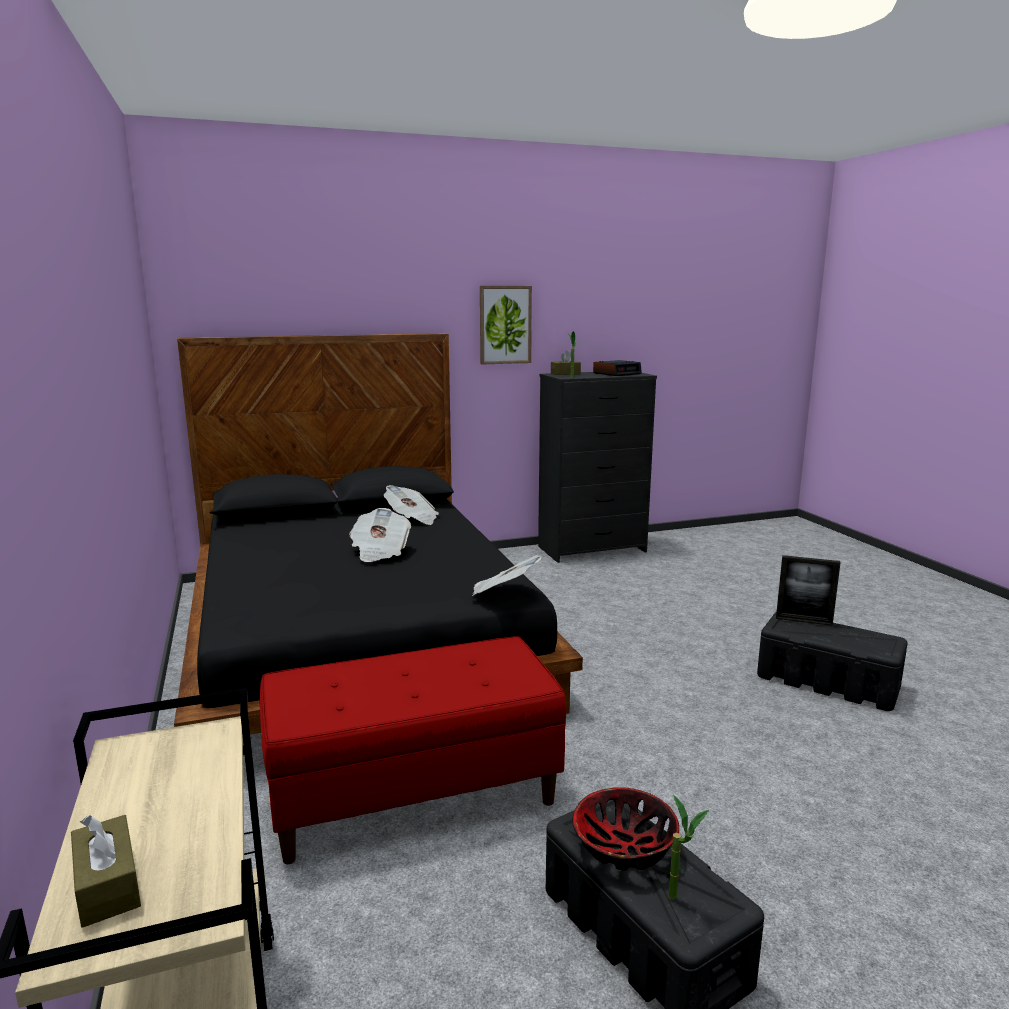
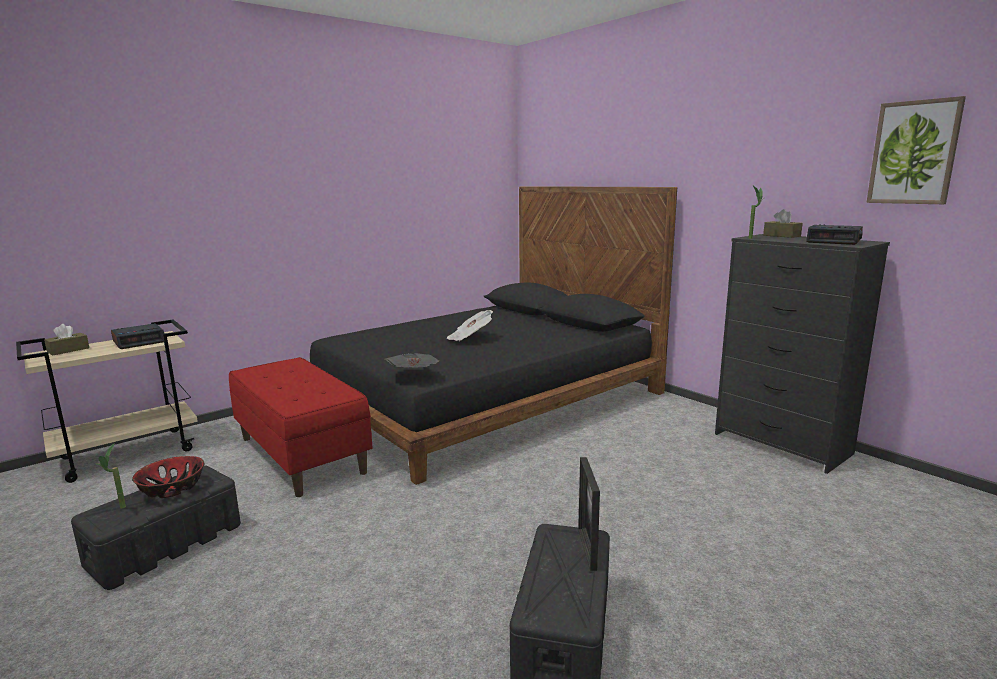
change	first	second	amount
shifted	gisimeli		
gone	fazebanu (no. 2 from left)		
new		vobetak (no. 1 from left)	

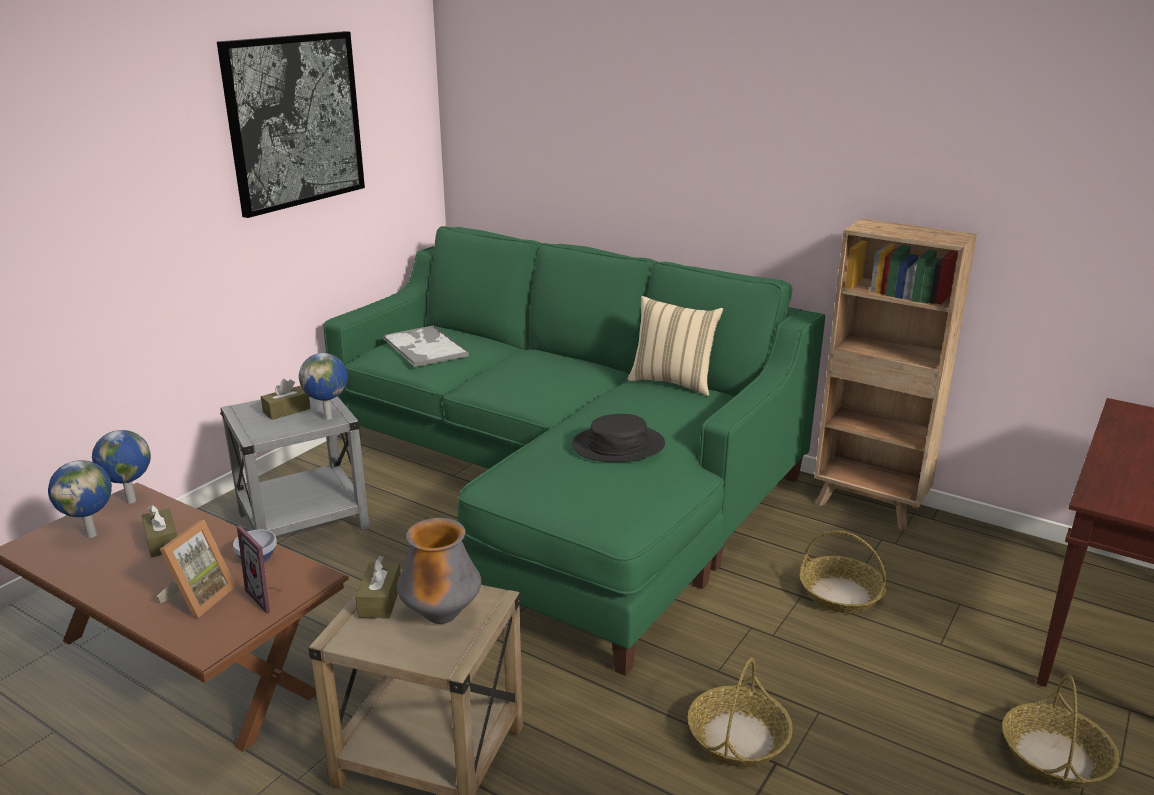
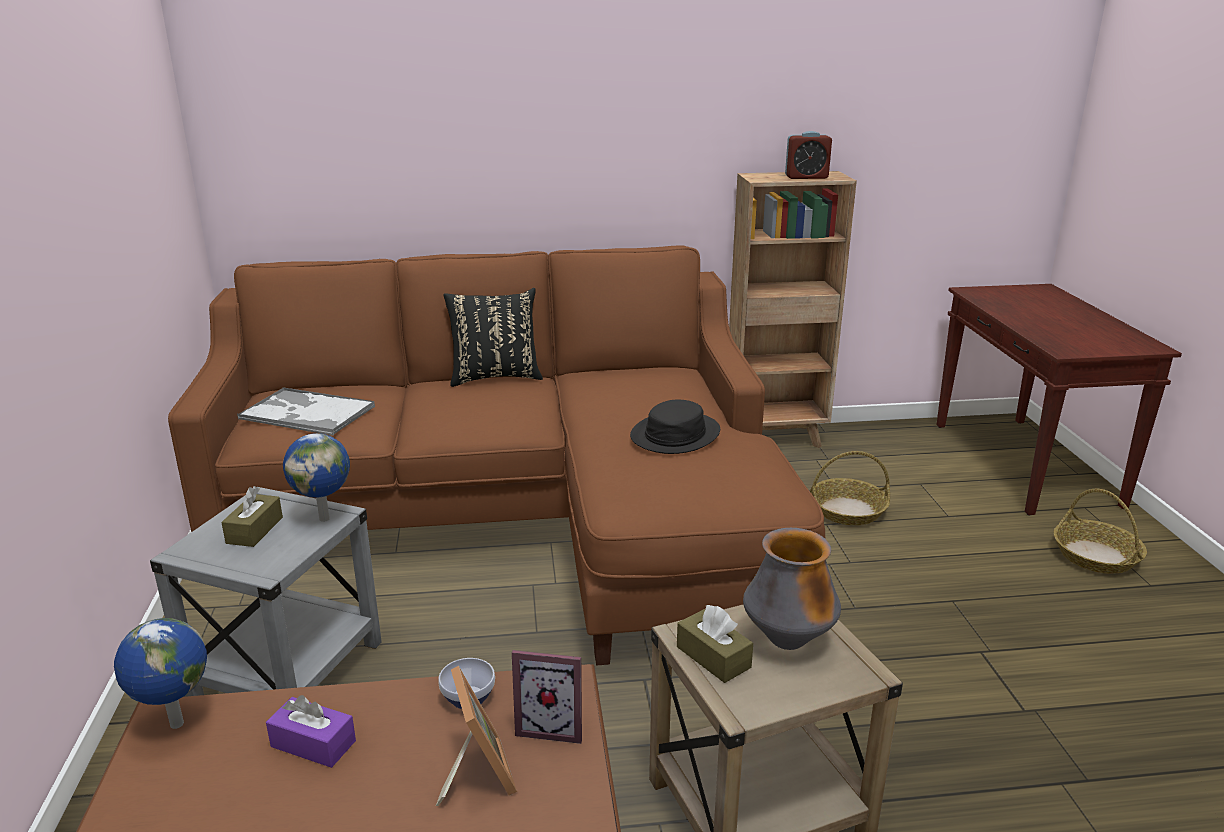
change	first	second	amount
gone	gisimeli		
repainted	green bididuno	brown bididuno	
gone	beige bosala		
gone	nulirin (no. 1 from left)		
repainted	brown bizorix (no. 1 from left)	purple bizorix	
gone	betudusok (no. 1 from left)		
new		vobetak	
new		black bosala	

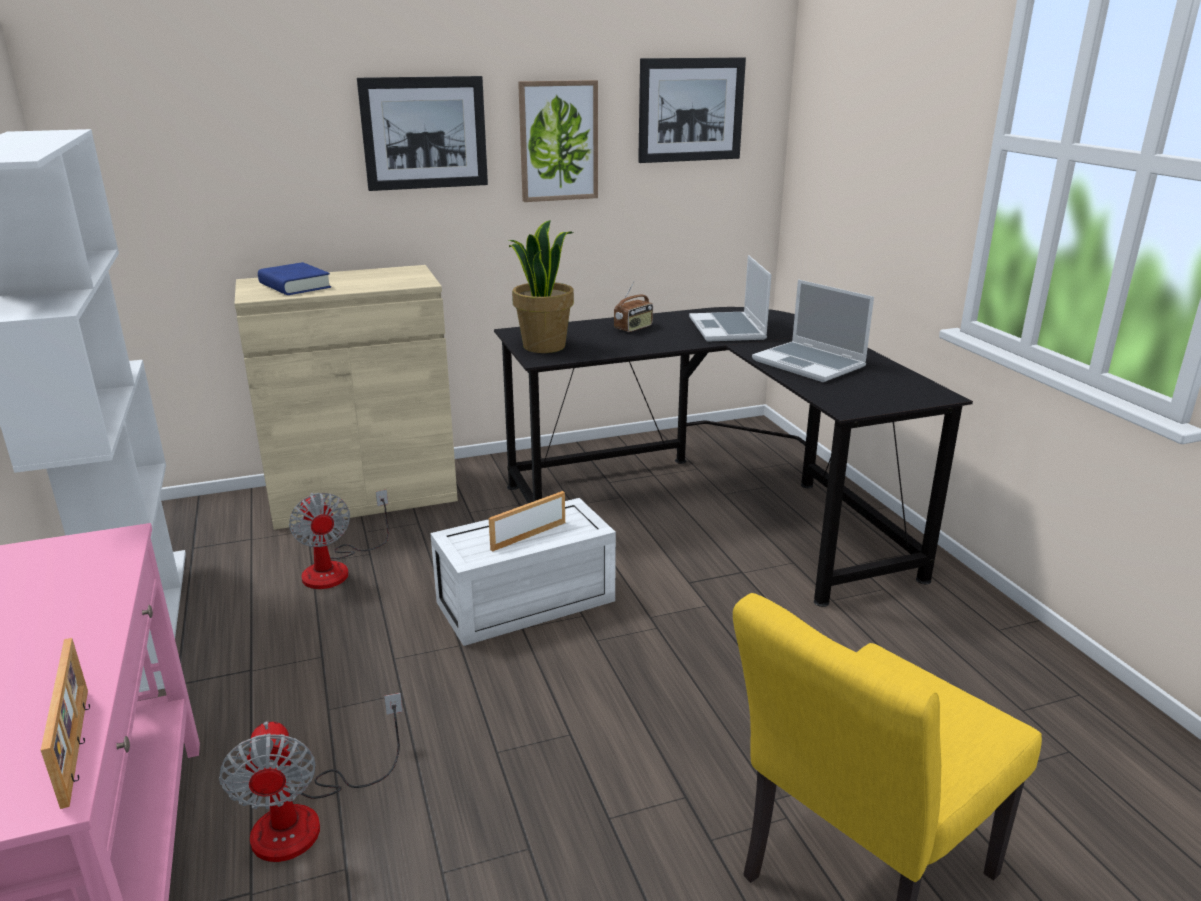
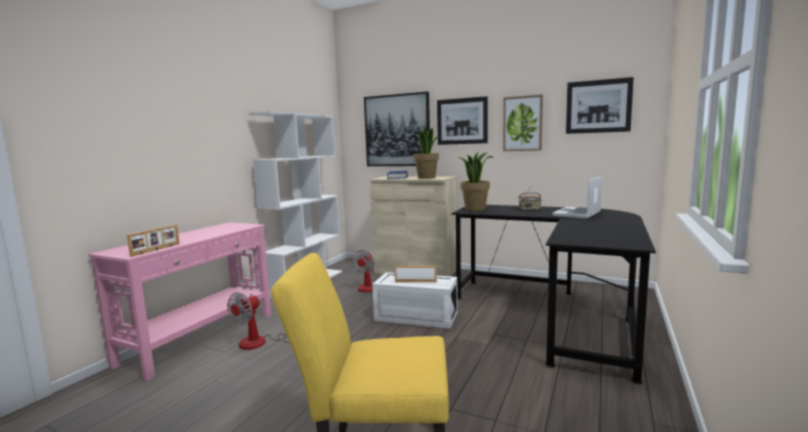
change	first	second	amount
gone	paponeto (no. 2 from left)		
new		gisimeli (no. 1 from left)	
new		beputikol (no. 1 from left)	

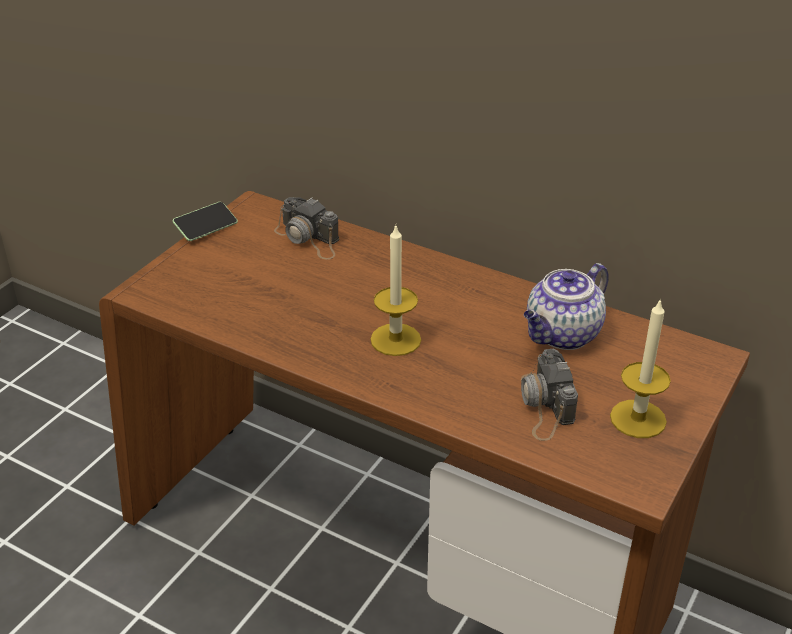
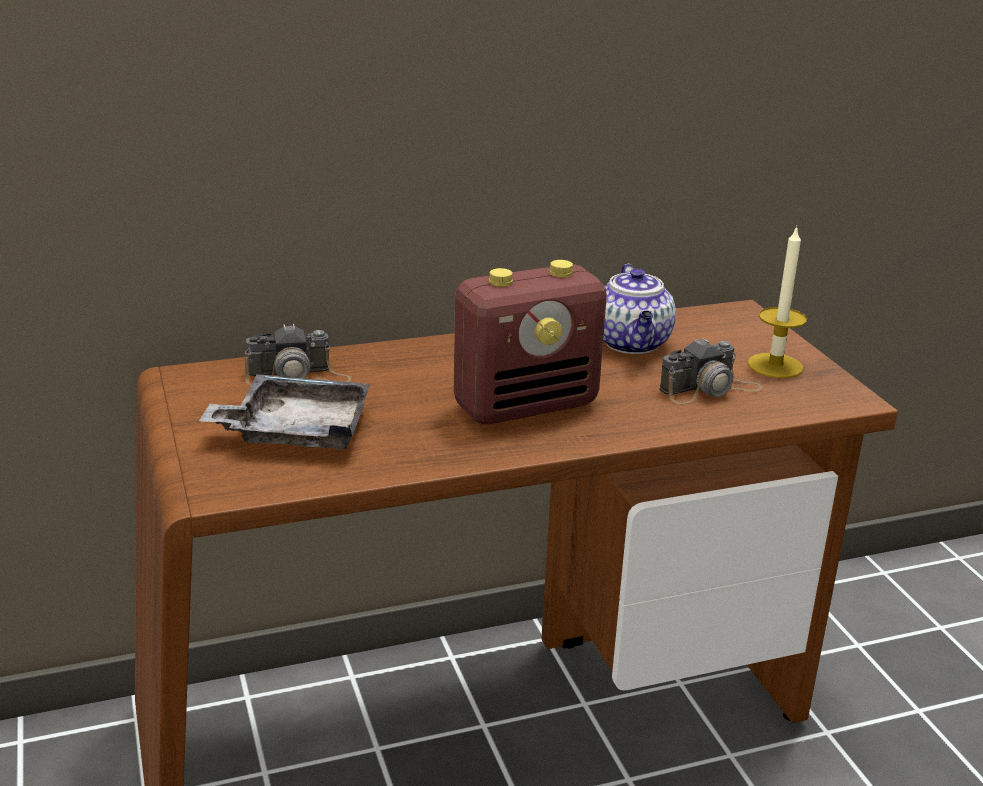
change	first	second	amount
gone	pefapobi		
swapped	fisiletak (no. 1 from left)	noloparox	
rotated	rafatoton (no. 2 from left)		60 degrees counterclockwise
new		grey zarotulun	

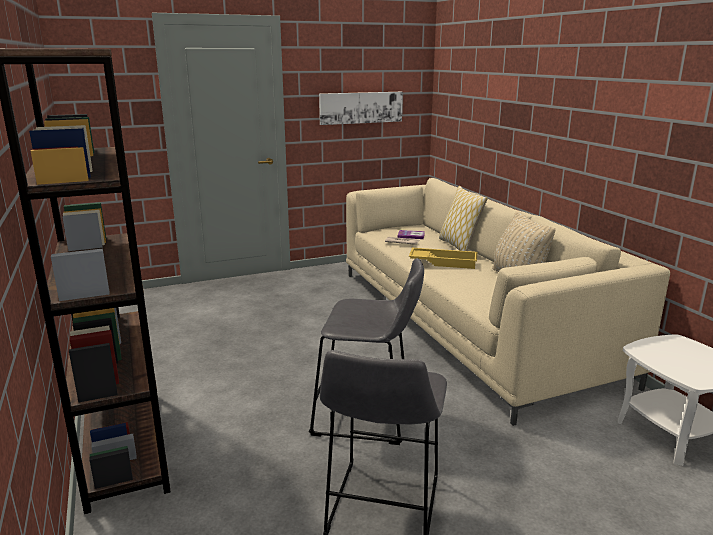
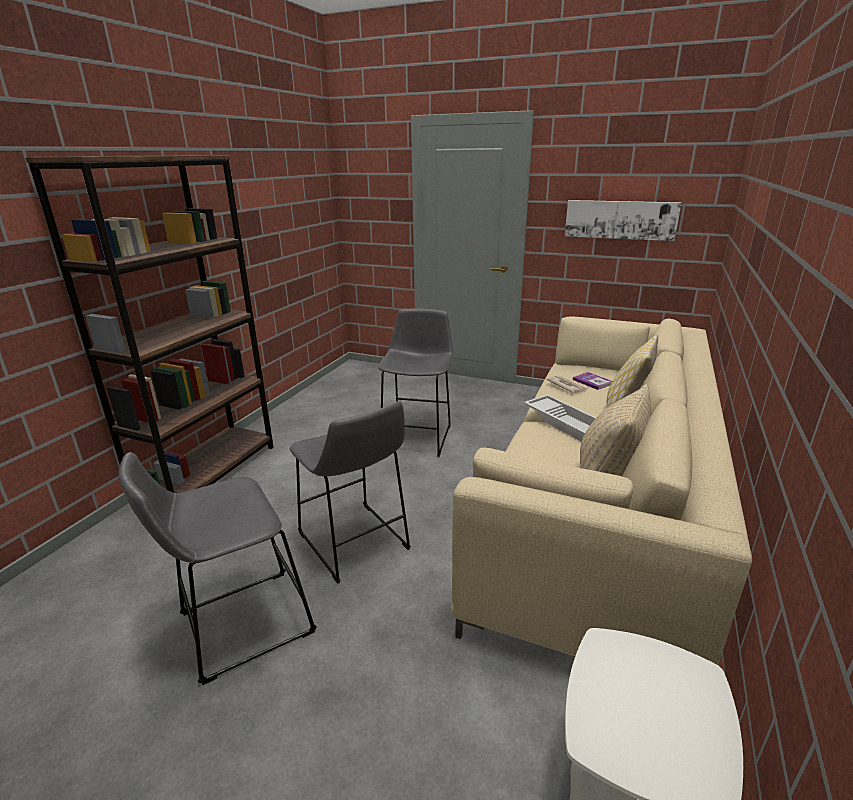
change	first	second	amount
repainted	yellow zarotulun	white zarotulun	
new		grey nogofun (no. 3 from left)	

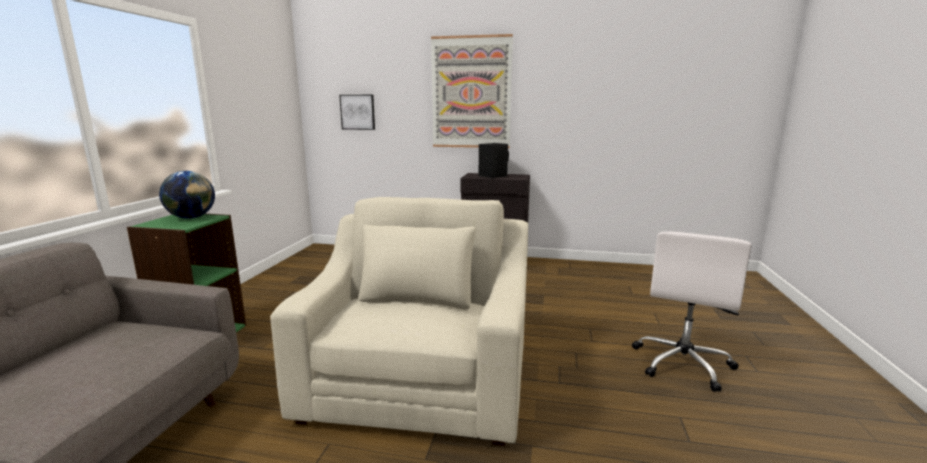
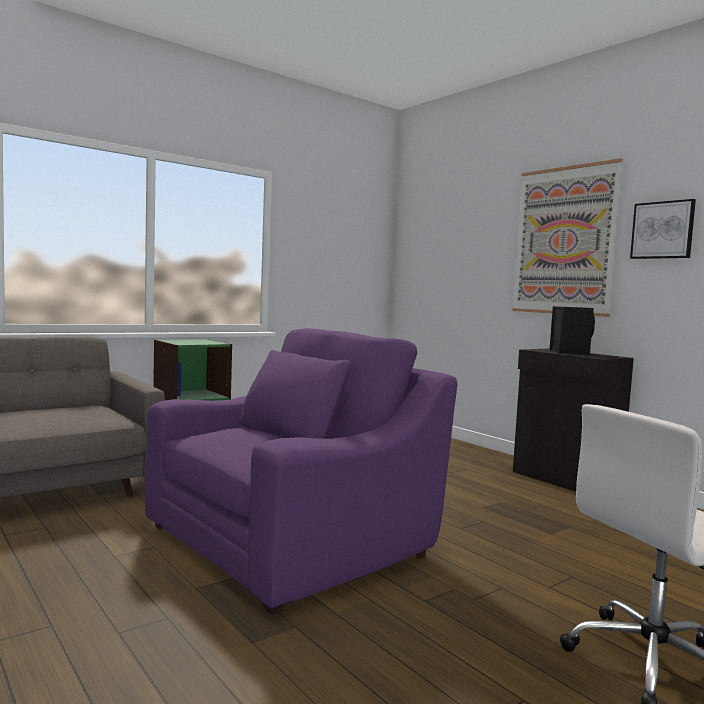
change	first	second	amount
shifted	gisimeli (no. 1 from left in the first image)	gisimeli (no. 2 from left)	
gone	nulirin		
repainted	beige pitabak	purple pitabak	

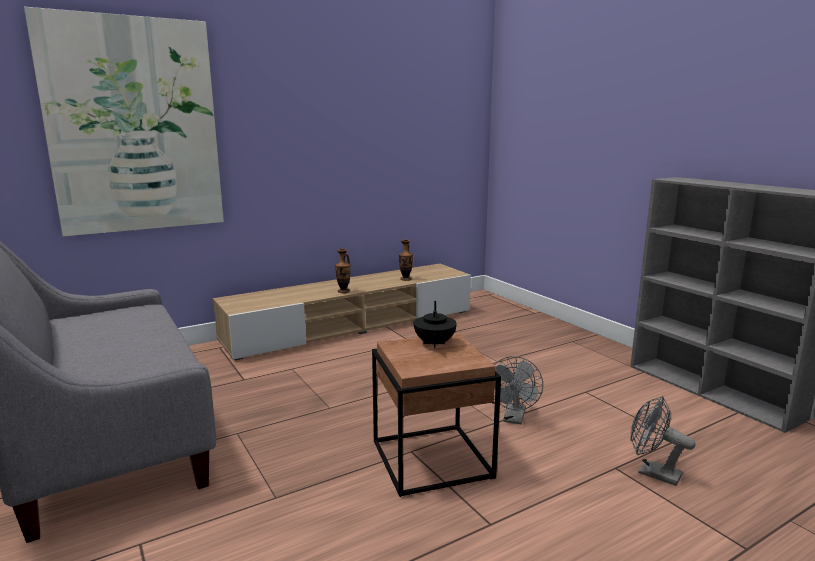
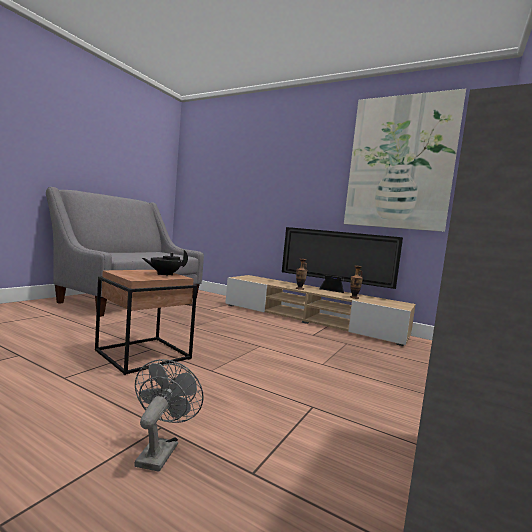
change	first	second	amount
shifted	gisimeli		
gone	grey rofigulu (no. 1 from left)		
new		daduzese	

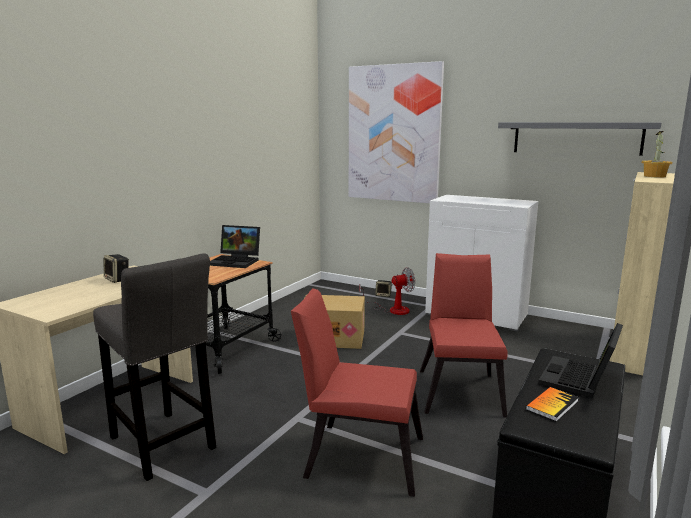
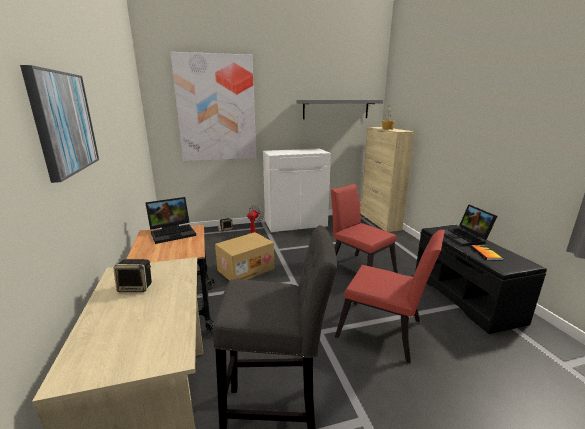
change	first	second	amount
rotated	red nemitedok (no. 1 from left in the first image)	red nemitedok (no. 2 from left)	120 degrees counterclockwise
new		gisimeli (no. 1 from left)	

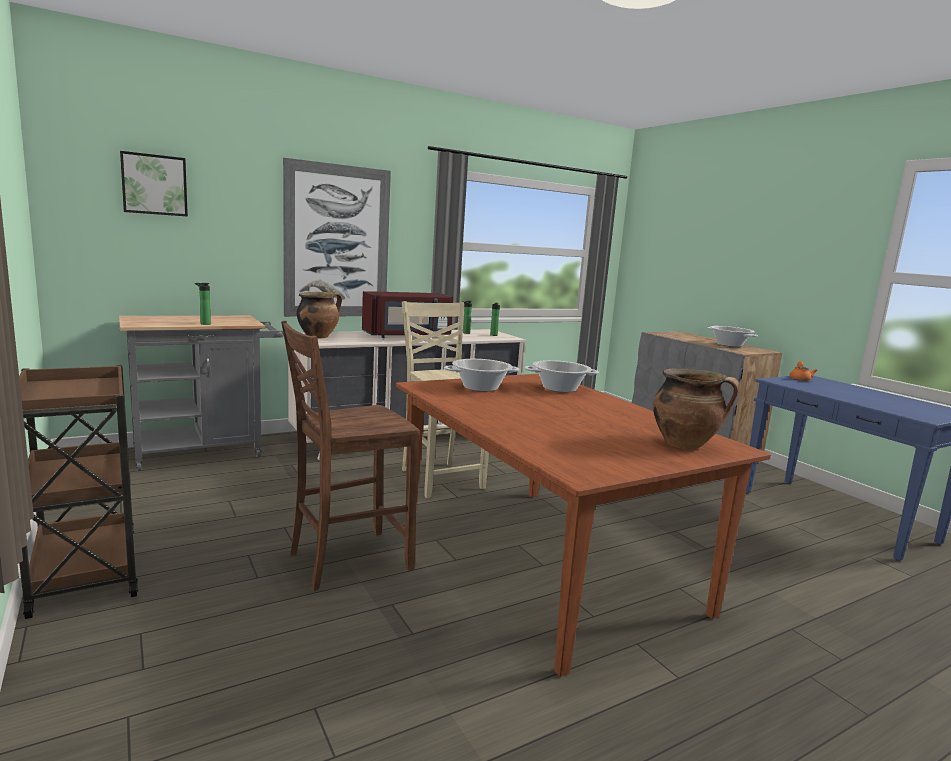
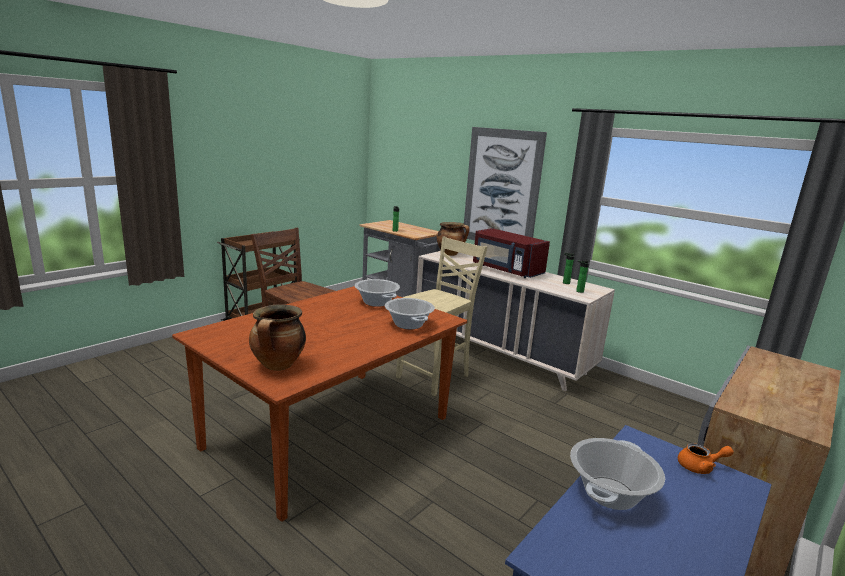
change	first	second	amount
gone	gisimeli (no. 1 from left)		
shifted	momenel (no. 5 from left)		

